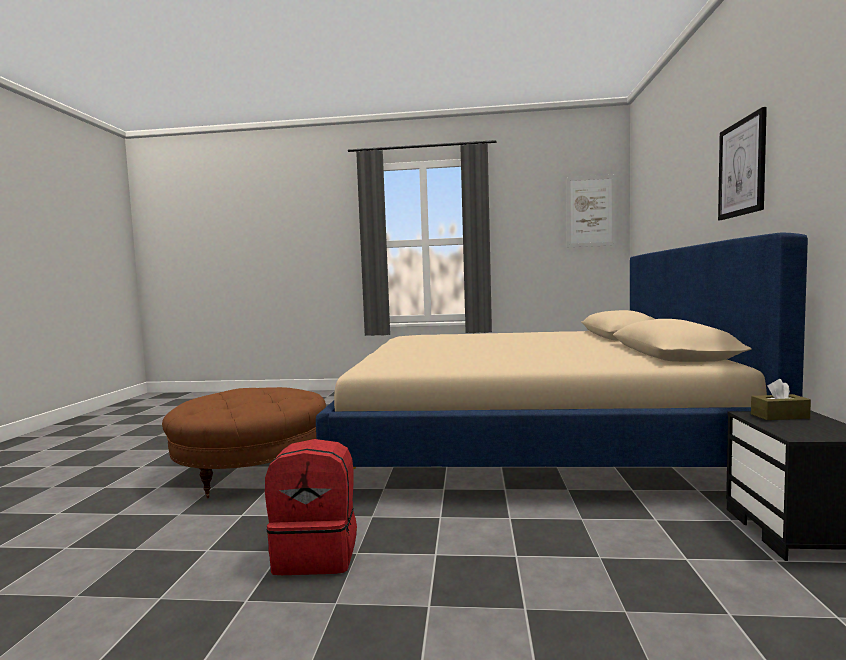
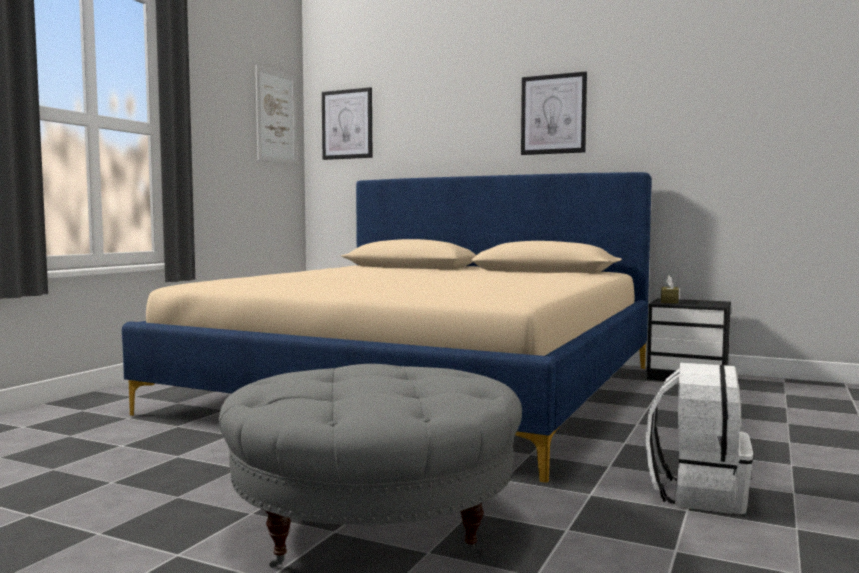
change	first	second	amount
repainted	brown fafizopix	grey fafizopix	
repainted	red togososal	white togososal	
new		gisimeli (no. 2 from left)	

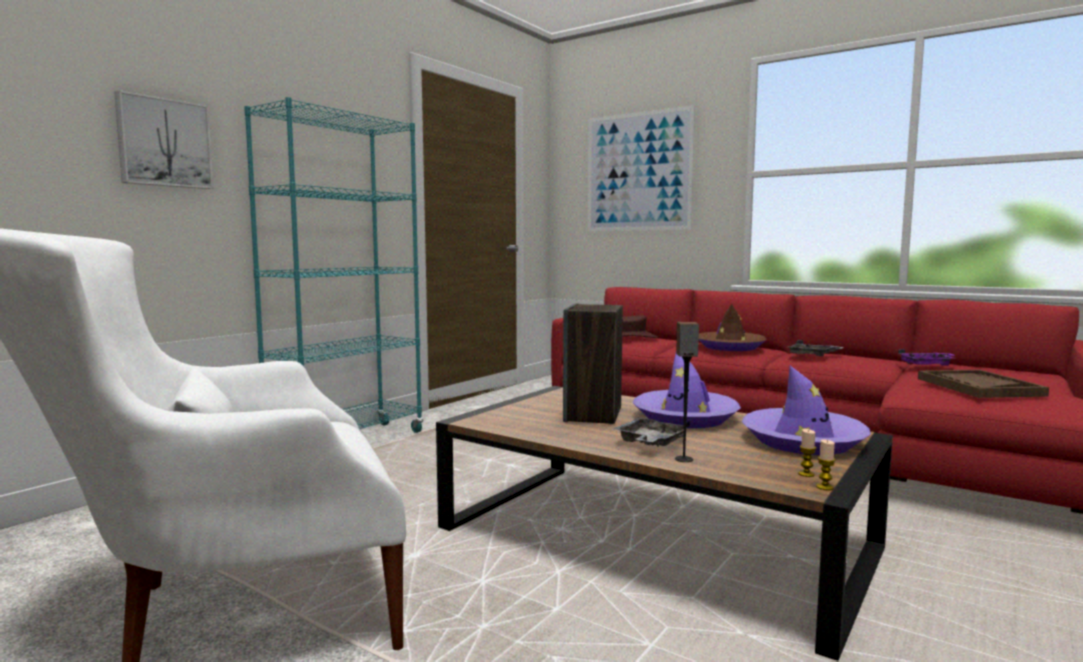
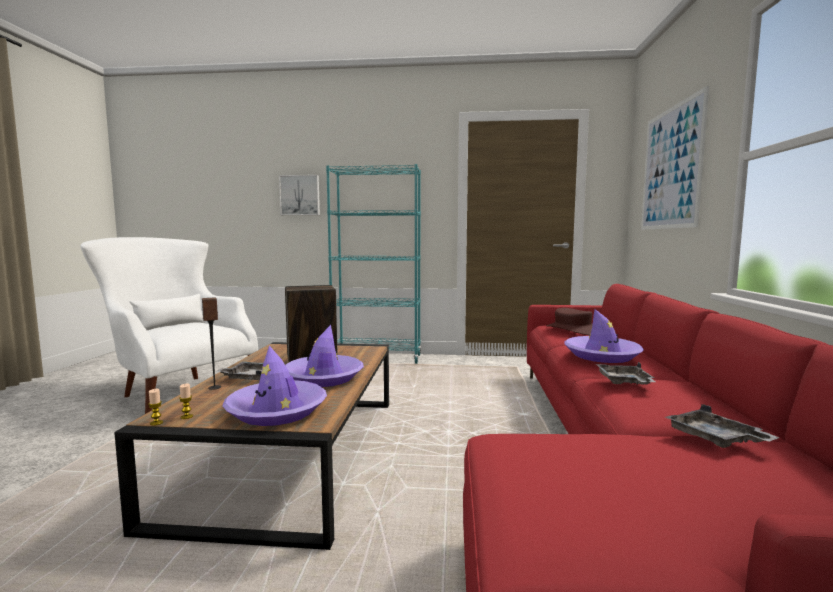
change	first	second	amount
repainted	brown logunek (no. 2 from left)	purple logunek (no. 3 from left)	
repainted	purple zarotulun	grey zarotulun (no. 3 from left)	
gone	brown zarotulun		

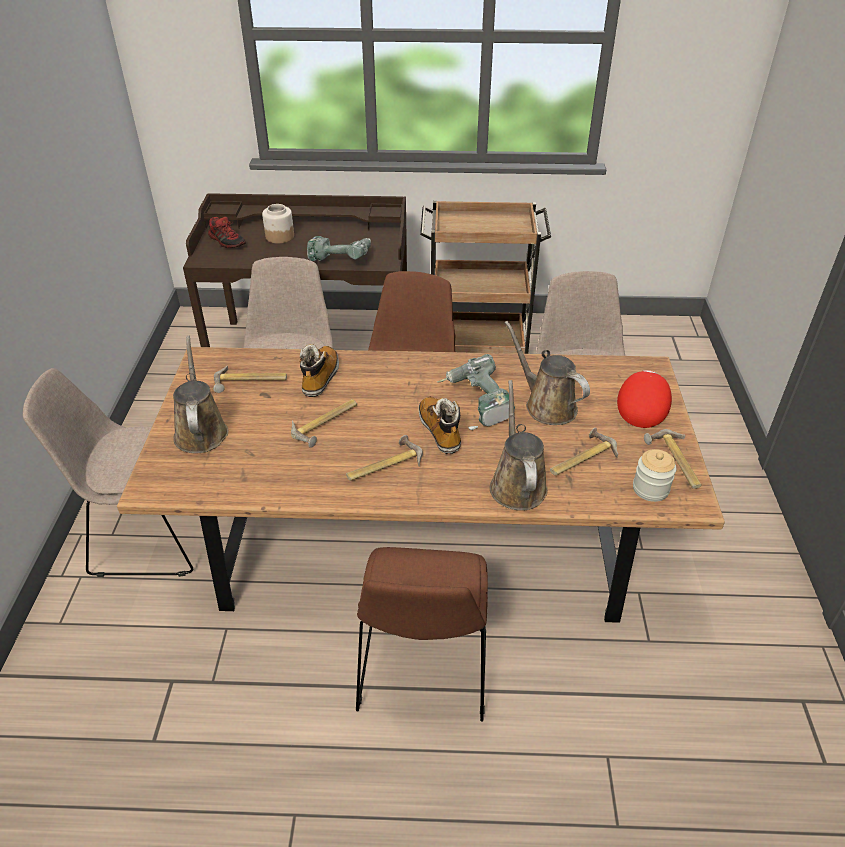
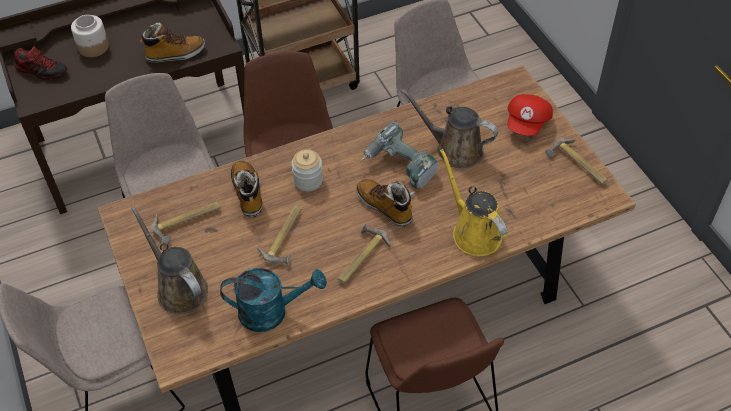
change	first	second	amount
swapped	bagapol (no. 1 from left)	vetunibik (no. 1 from left)	
rotated	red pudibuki		150 degrees counterclockwise
repainted	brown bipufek (no. 2 from left)	yellow bipufek	
gone	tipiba (no. 4 from left)		
shifted	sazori (no. 2 from left)		
new		turquoise bipufek	

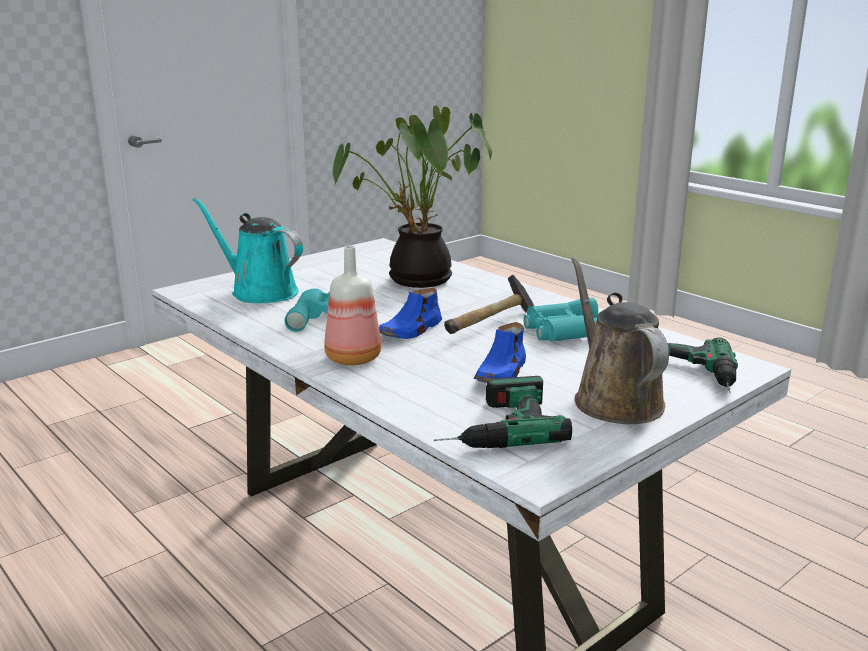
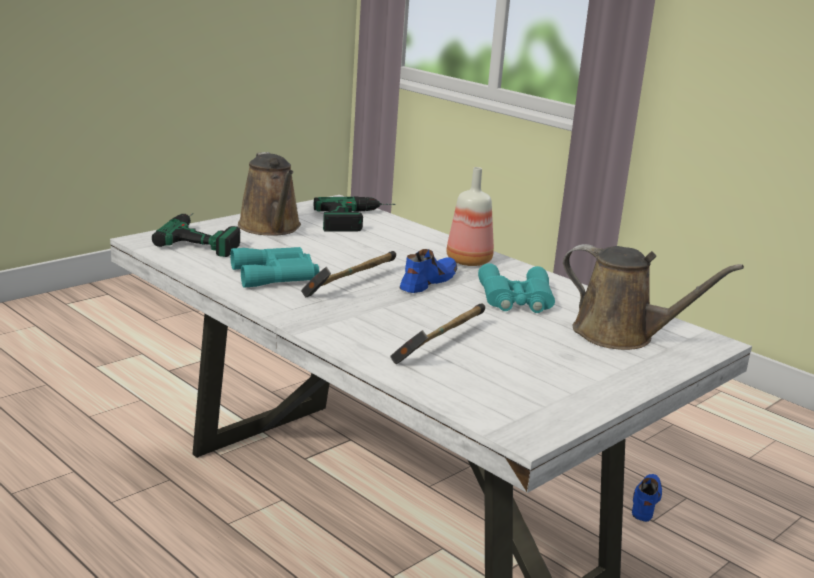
change	first	second	amount
swapped	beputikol	tipiba (no. 2 from left)	
repainted	turquoise bipufek	brown bipufek (no. 2 from left)	
shifted	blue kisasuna (no. 2 from left)		

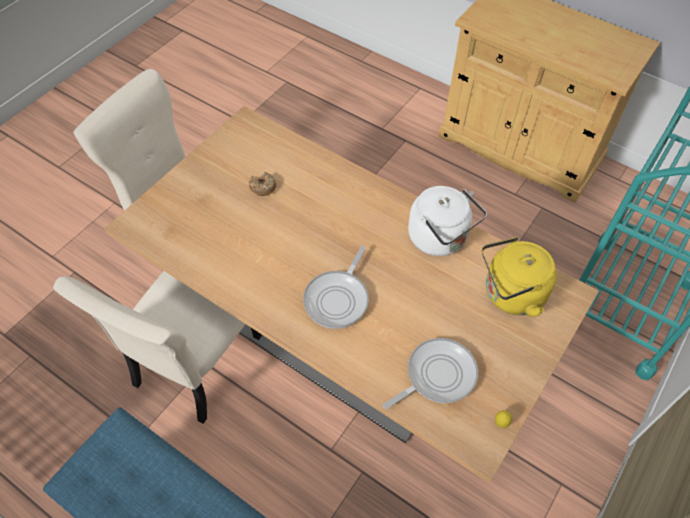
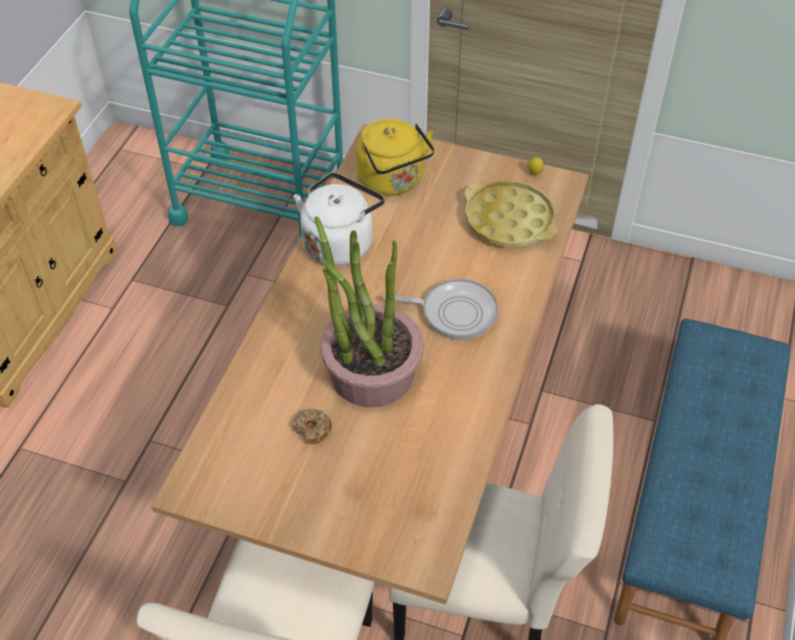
change	first	second	amount
swapped	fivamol (no. 2 from left)	yellow zarotulun	
new		beputikol	

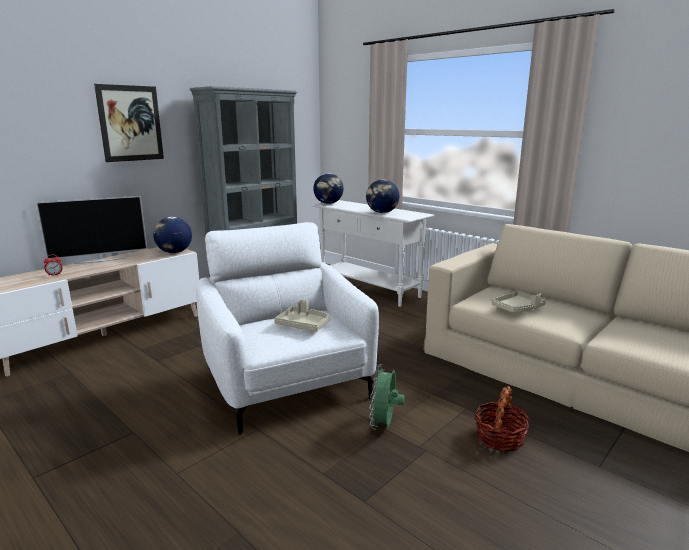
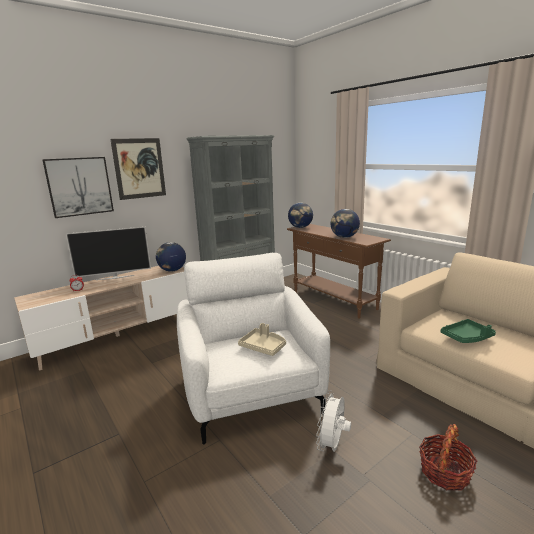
change	first	second	amount
repainted	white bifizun	brown bifizun	
repainted	beige zarotulun (no. 2 from left)	green zarotulun	
repainted	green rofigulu	white rofigulu	
new		gisimeli (no. 1 from left)	

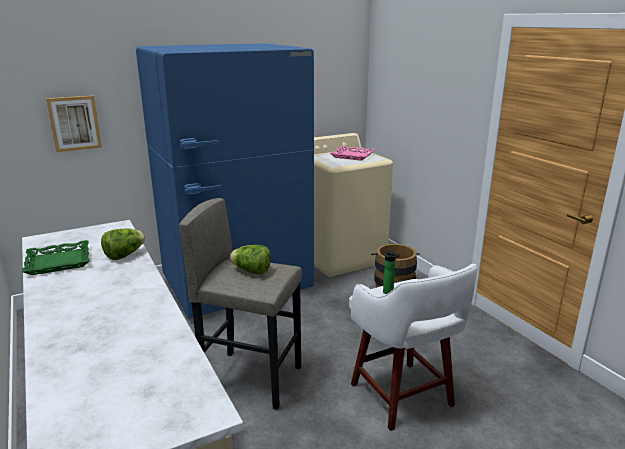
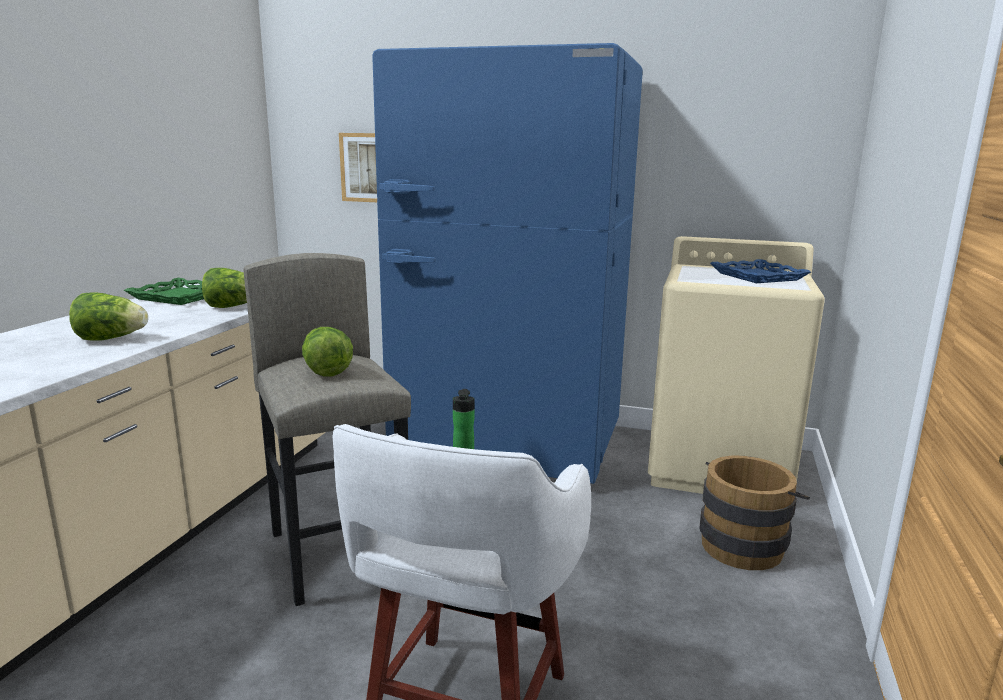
change	first	second	amount
repainted	pink zarotulun	blue zarotulun	
new		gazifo (no. 1 from left)	

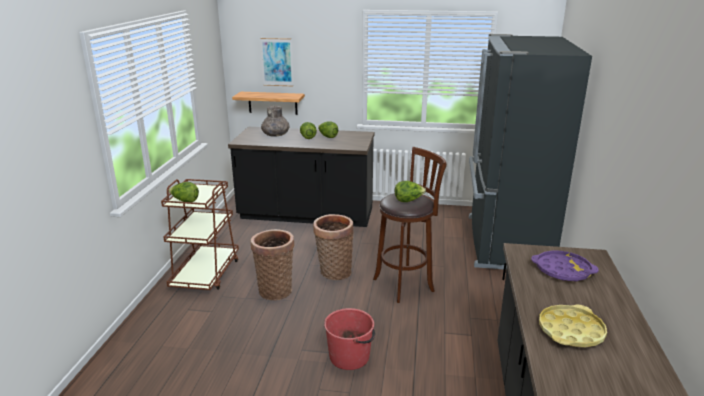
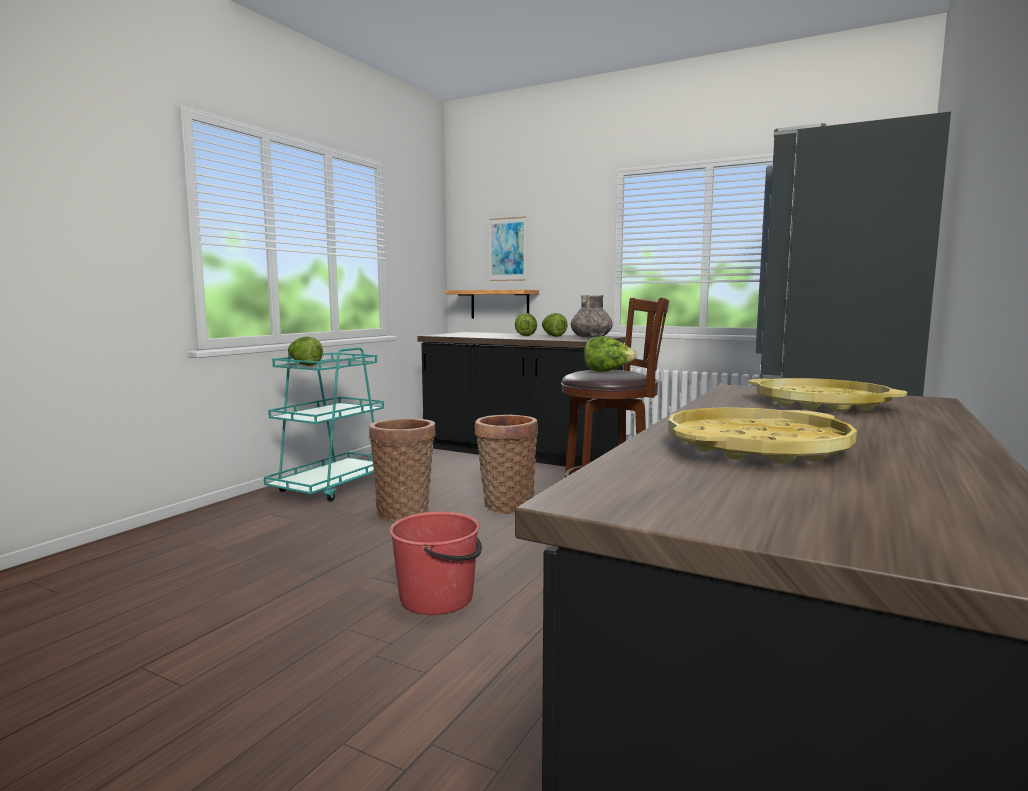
change	first	second	amount
shifted	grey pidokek		
repainted	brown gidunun	turquoise gidunun	
repainted	purple zarotulun	yellow zarotulun (no. 2 from left)	

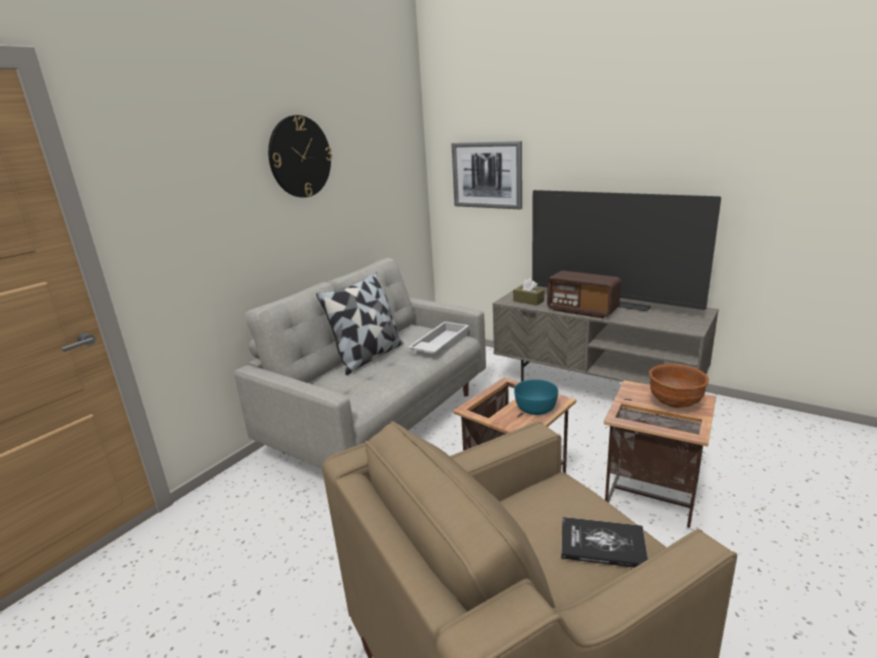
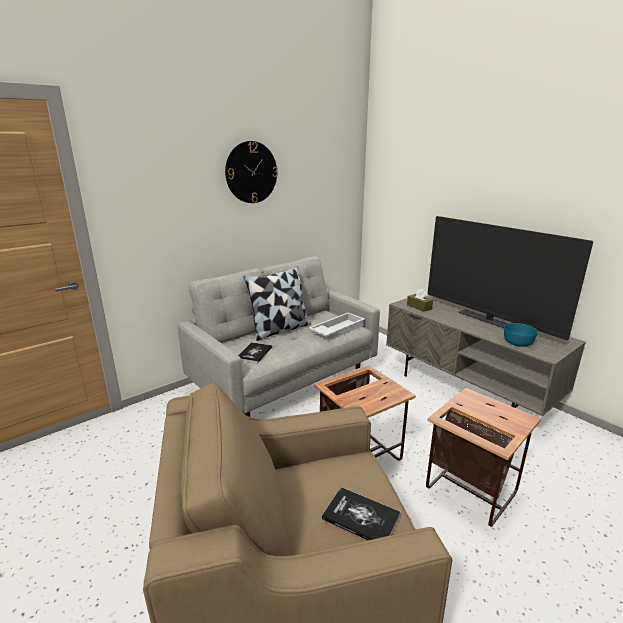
change	first	second	amount
gone	gisimeli		
gone	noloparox		
gone	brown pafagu		
shifted	turquoise pafagu		
new		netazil (no. 1 from left)	

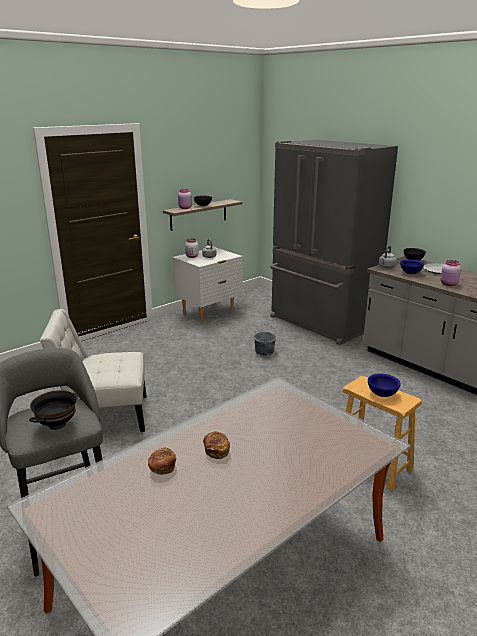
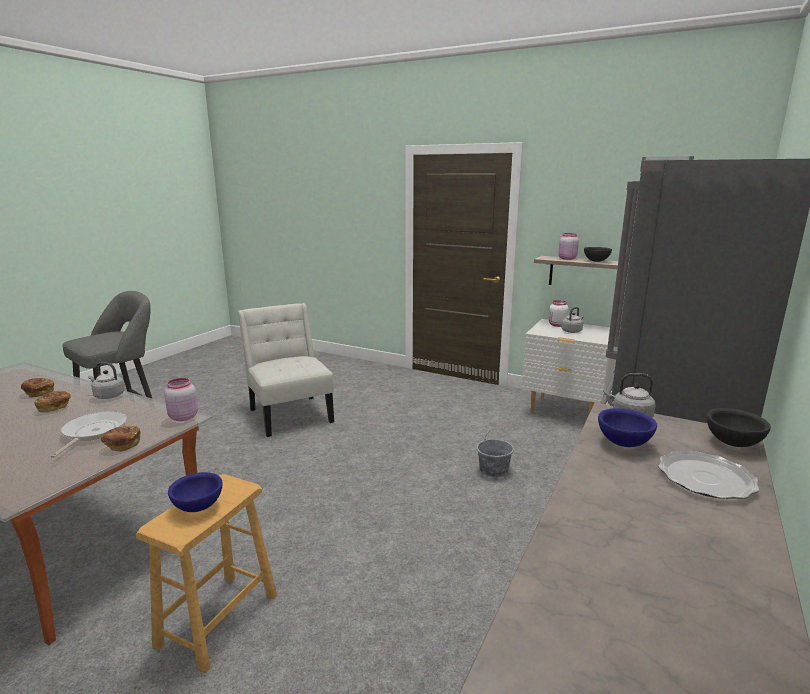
change	first	second	amount
shifted	pink sazori (no. 2 from left in the first image)	pink sazori (no. 1 from left)	
gone	black pafagu (no. 1 from left)		
new		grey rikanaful (no. 1 from left)	
new		fivamol	
new		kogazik (no. 3 from left)	

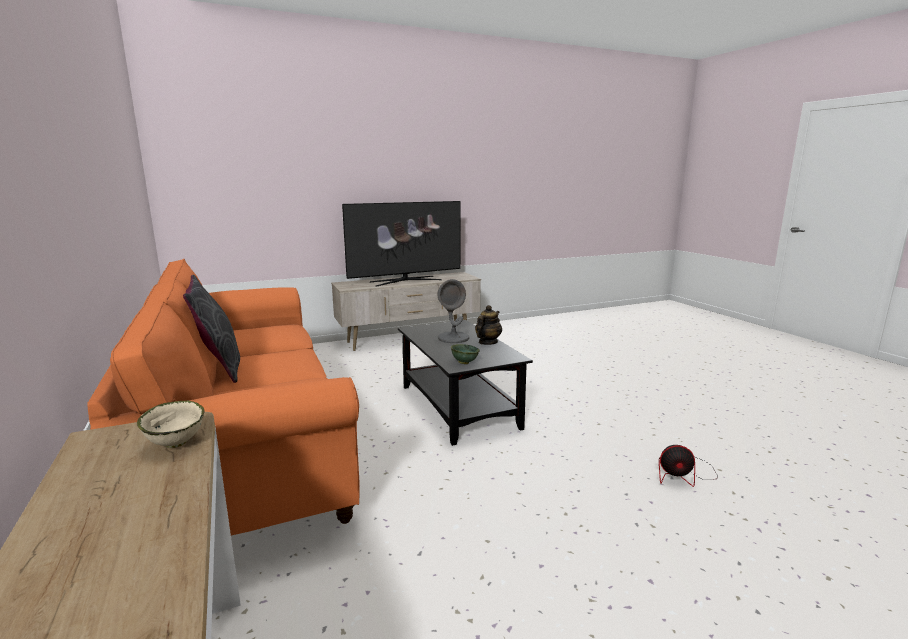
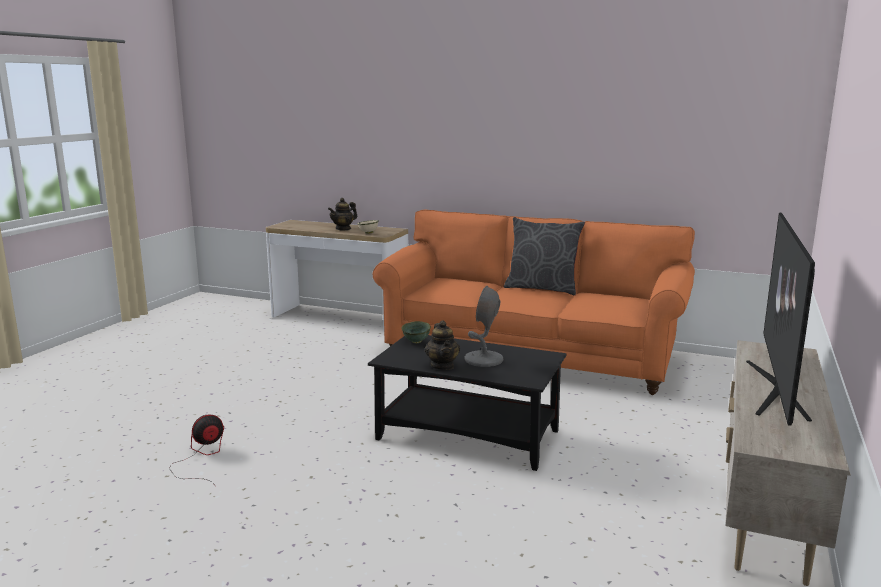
change	first	second	amount
new		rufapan (no. 1 from left)	

